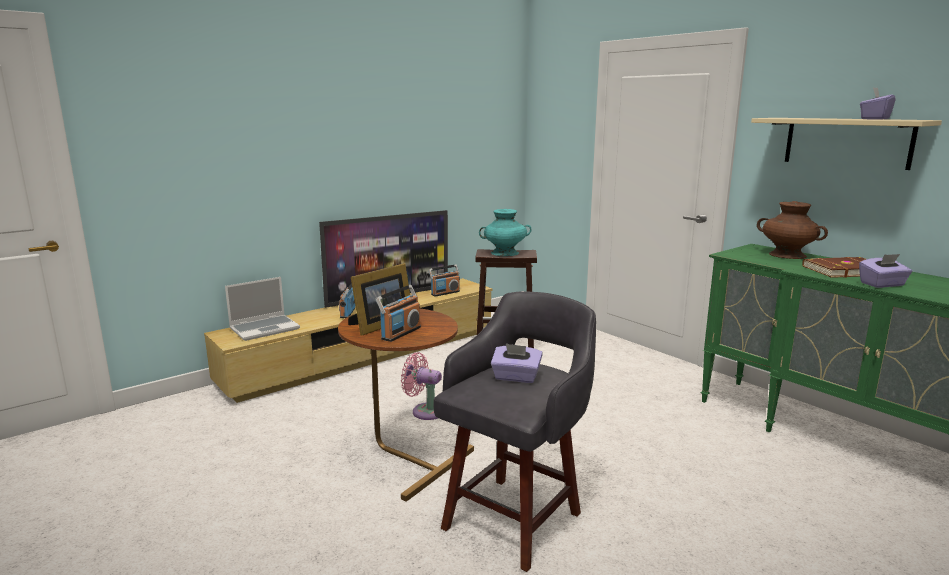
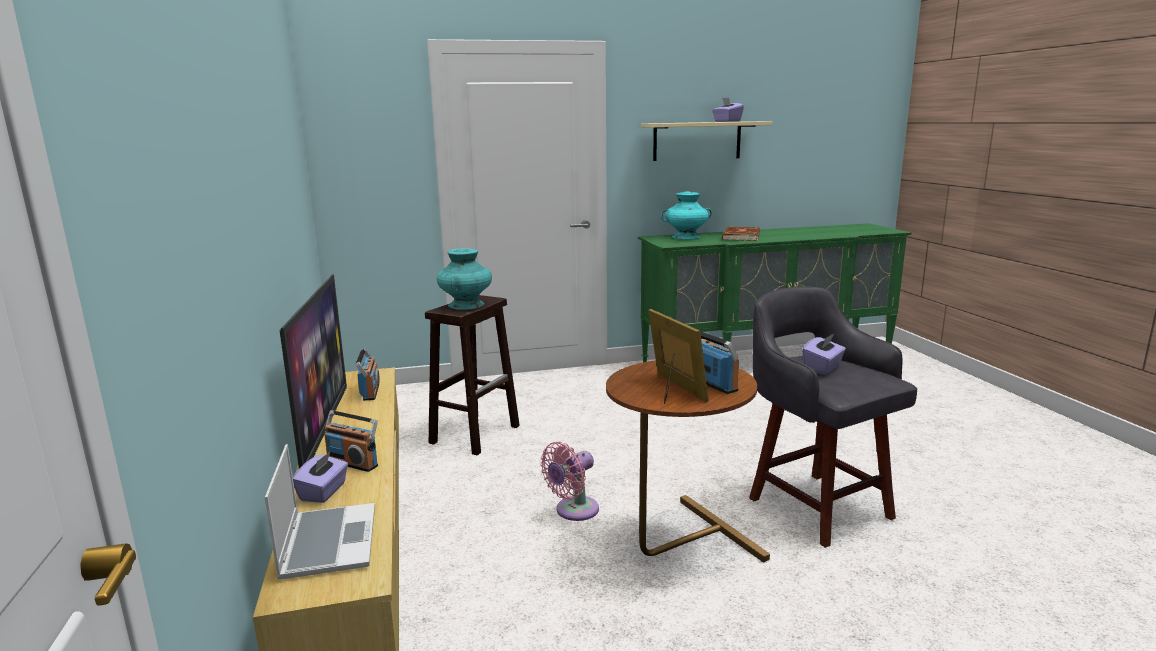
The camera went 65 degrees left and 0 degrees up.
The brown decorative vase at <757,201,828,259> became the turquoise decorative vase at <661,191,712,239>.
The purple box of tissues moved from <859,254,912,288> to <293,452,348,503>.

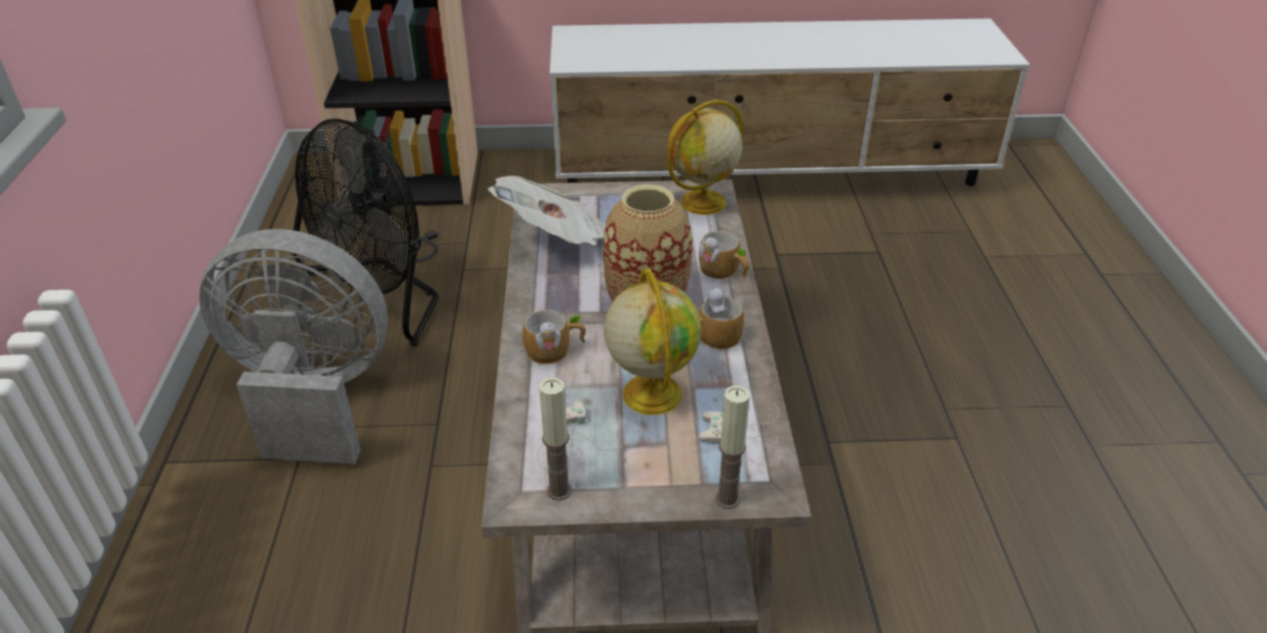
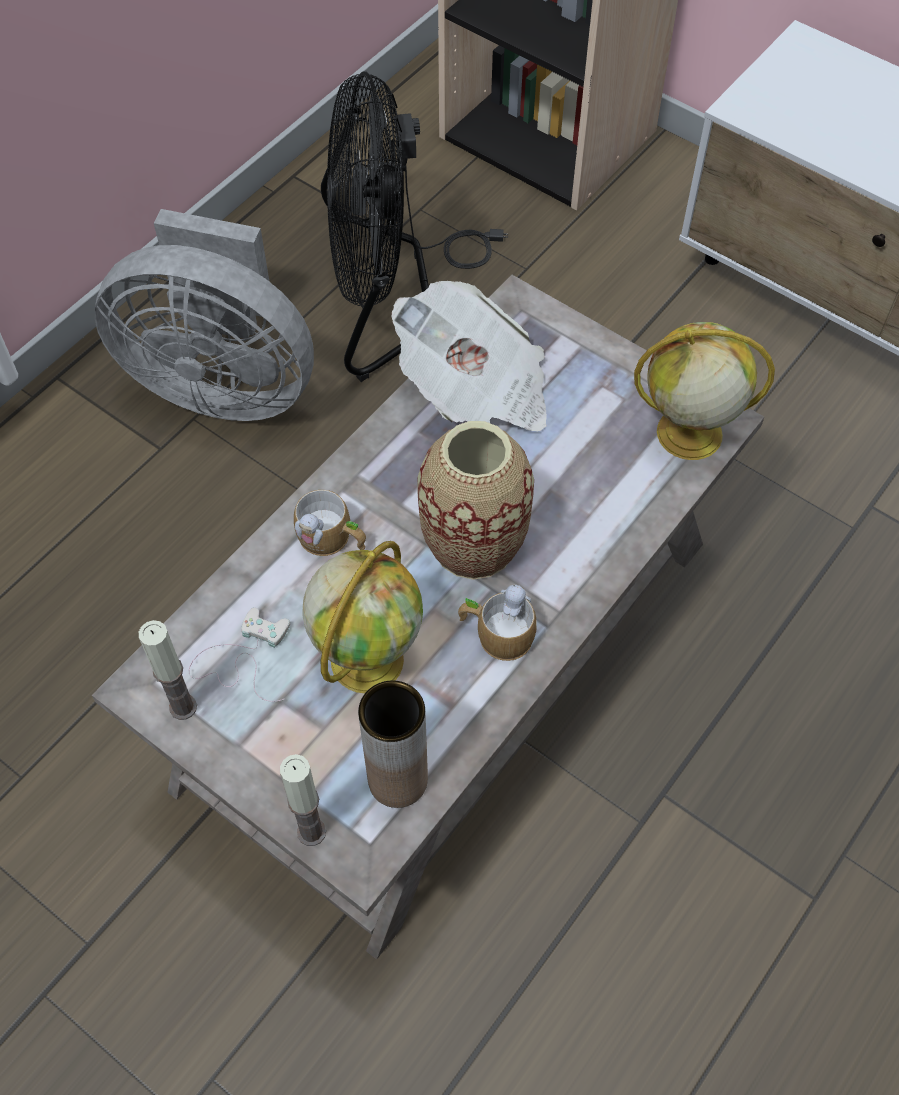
The camera went 40 degrees right and 20 degrees up.
The greyish fan at <200,229,388,464> turned 150 degrees clockwise.
The coffee mug at <699,231,750,279> disappeared.
The white joypad at <699,402,780,466> was replaced by the brown decorative vase at <358,680,428,808>.

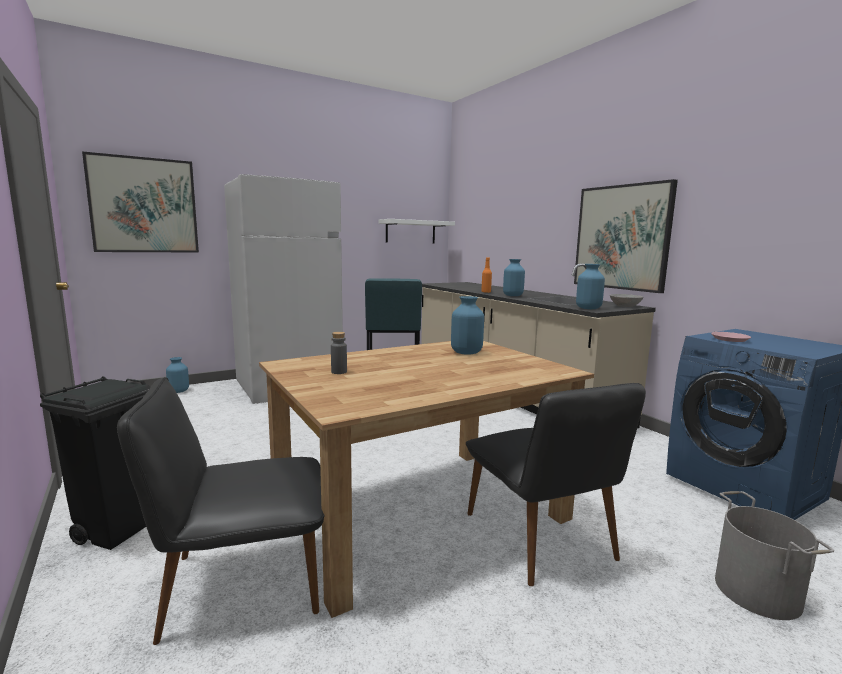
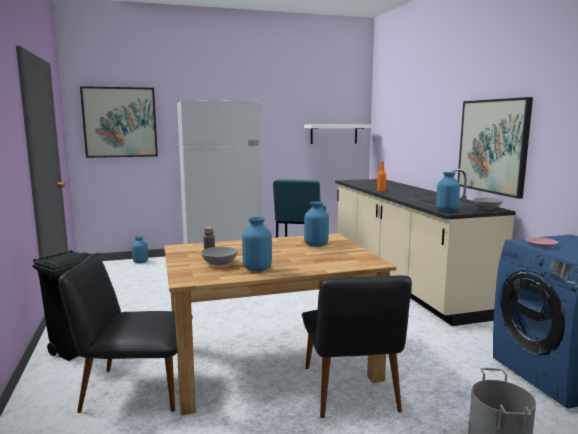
The camera went 15 degrees right and 0 degrees up.
The blue decorative vase moved from <503,259,525,296> to <242,217,272,272>.
The greyish serving bowl at <201,247,238,266> appeared.

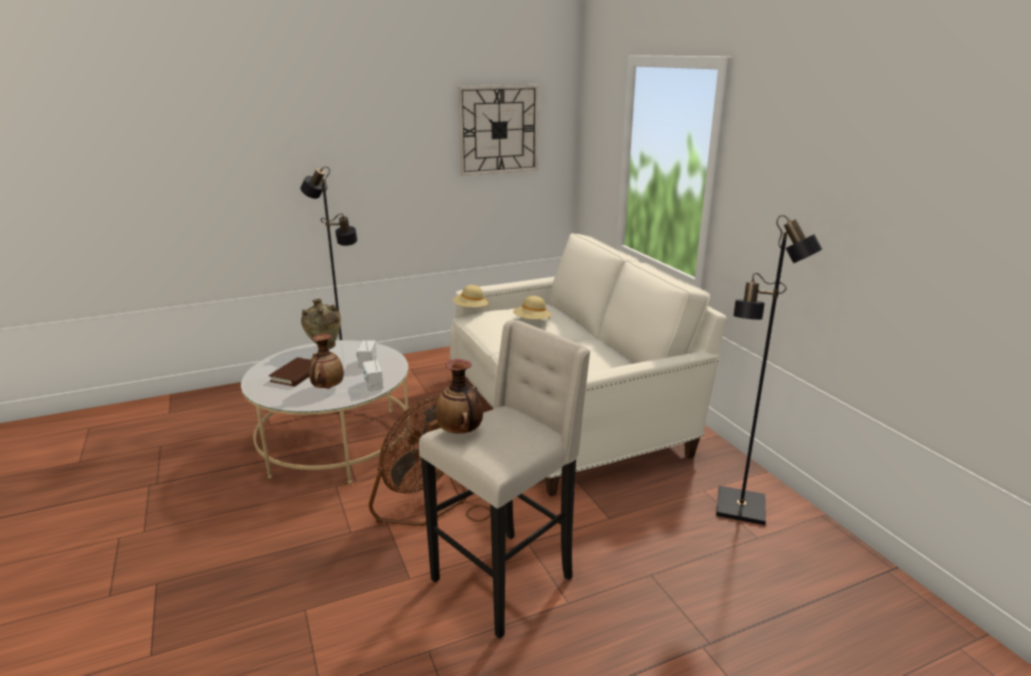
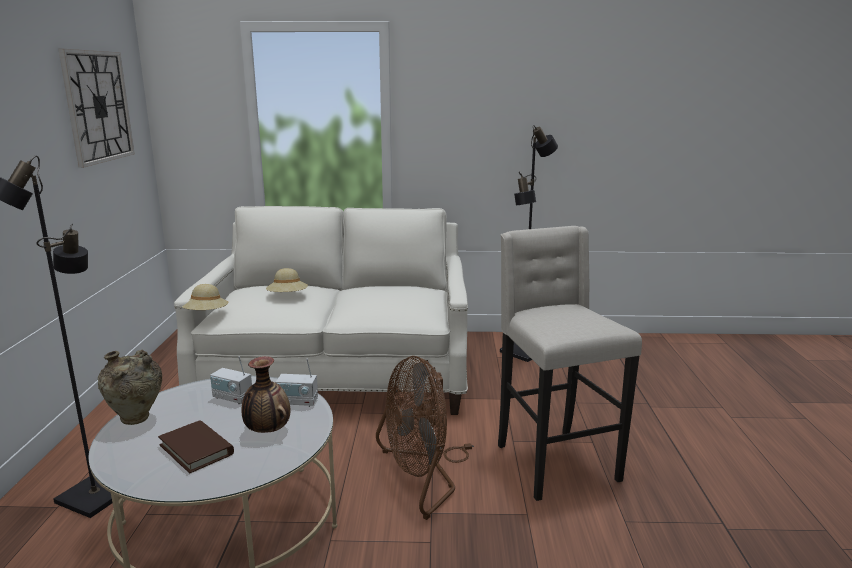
The camera went 65 degrees left and 5 degrees down.
The decorative vase at <436,359,483,434> disappeared.

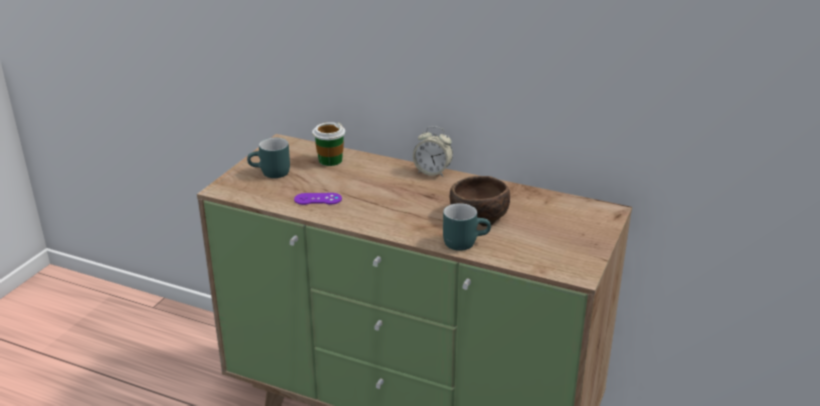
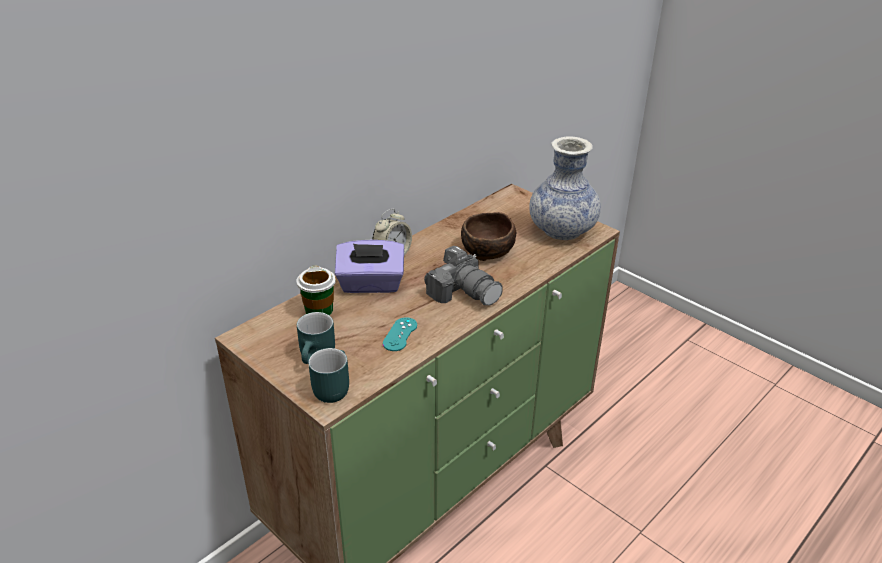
The camera went 70 degrees left and 5 degrees up.
The purple joypad at <294,193,342,205> became the turquoise joypad at <383,317,417,351>.
The turquoise coffee mug moved from <443,203,491,251> to <308,348,349,403>.
The decorative vase at <529,136,601,240> appeared.
The purple box of tissues at <335,240,404,293> appeared.
The still camera at <424,246,503,306> appeared.

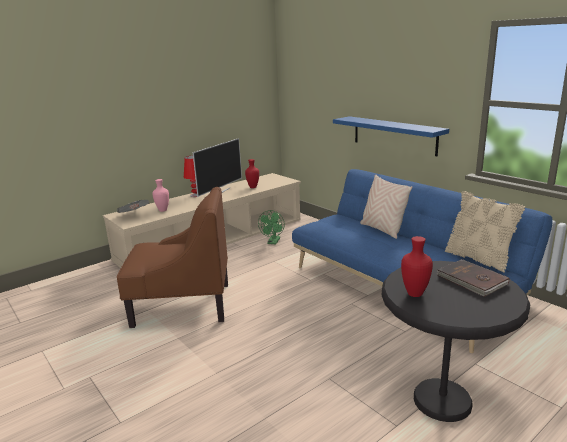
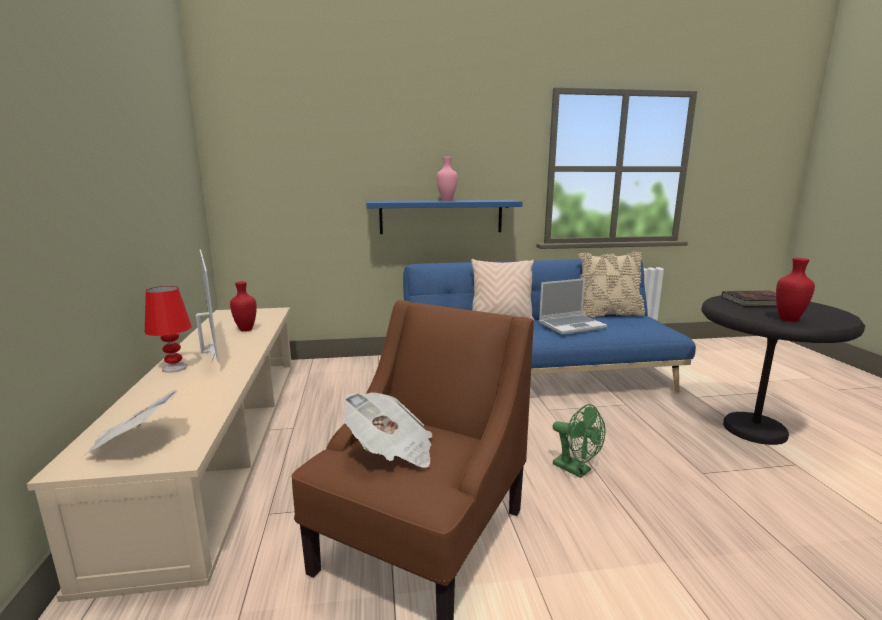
The camera went 60 degrees left and 5 degrees down.
The pink-coloured decorative vase moved from <153,179,169,212> to <437,157,458,201>.
The green fan moved from <258,210,285,244> to <552,404,605,478>.
The portable computer at <539,278,607,335> appeared.
The printed paper at <343,392,432,468> appeared.

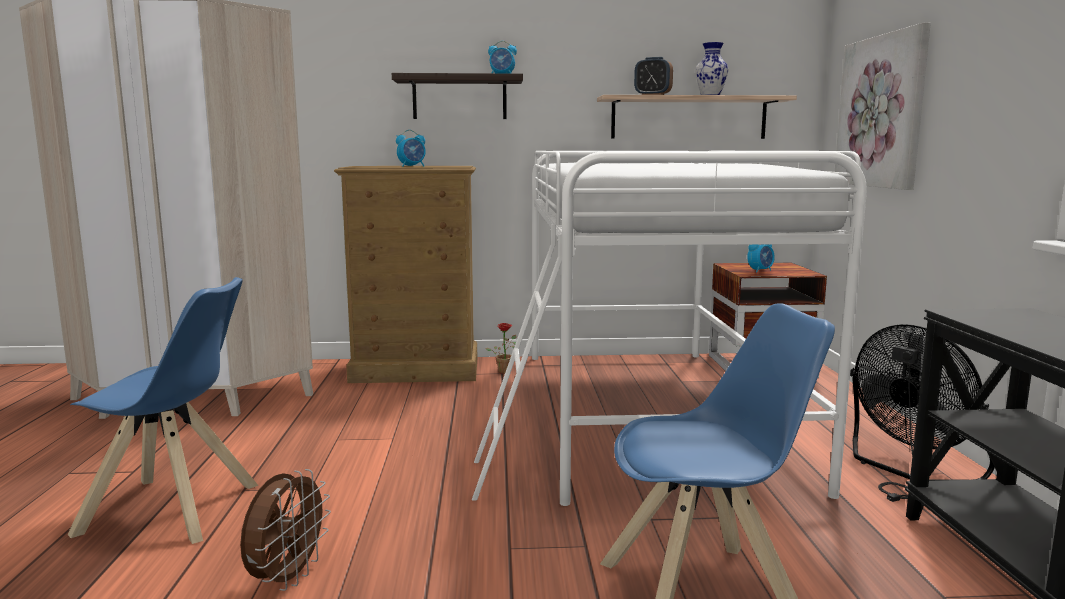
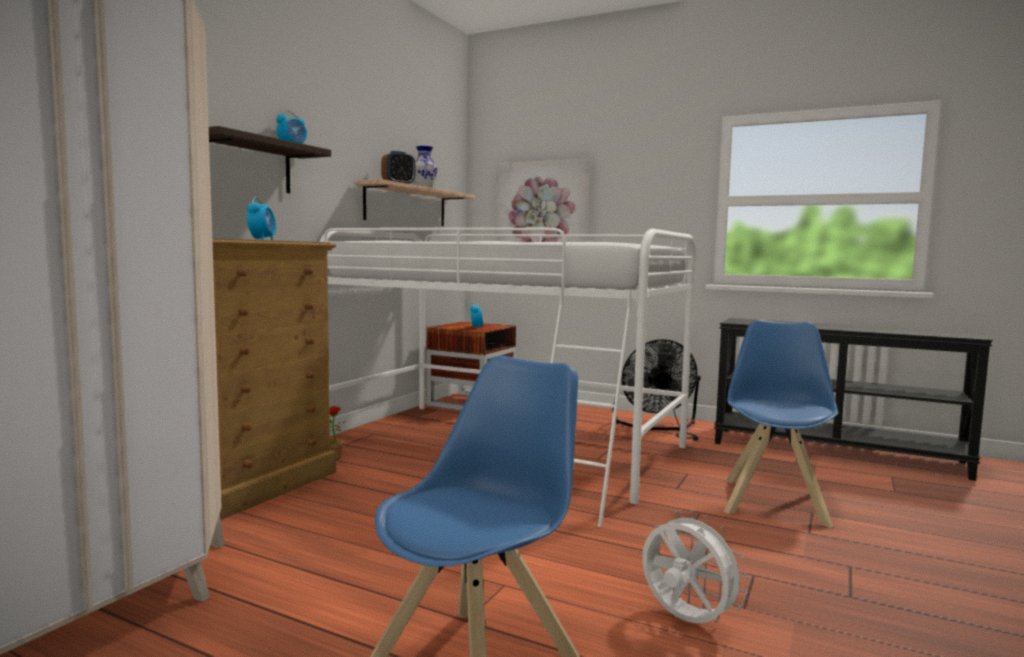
The camera went 60 degrees left and 5 degrees down.
The brown fan at <240,469,331,591> became the white fan at <642,510,749,624>.

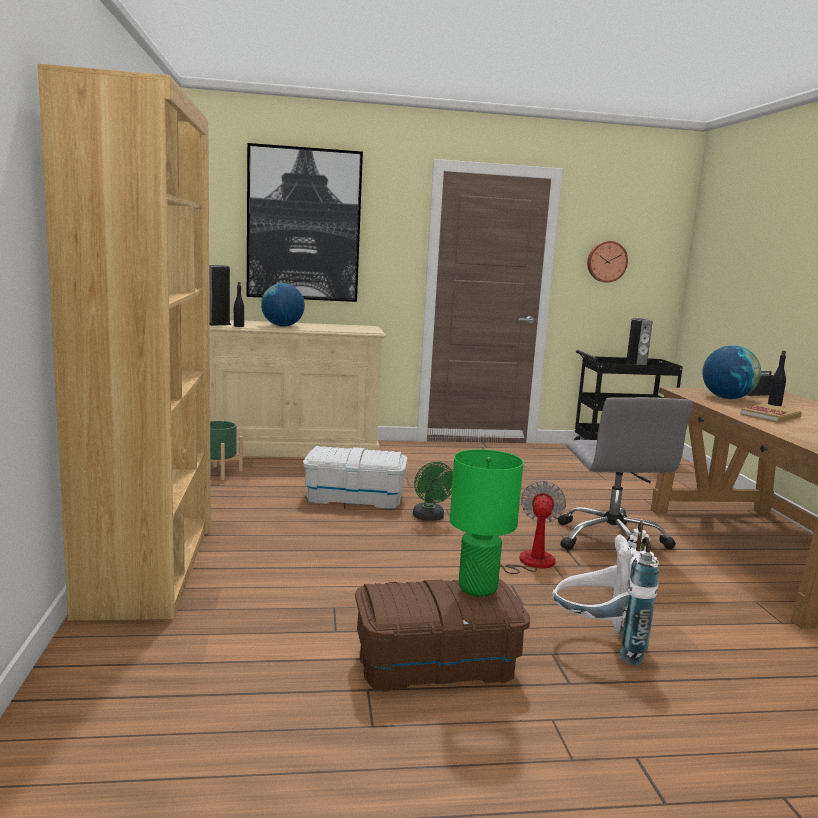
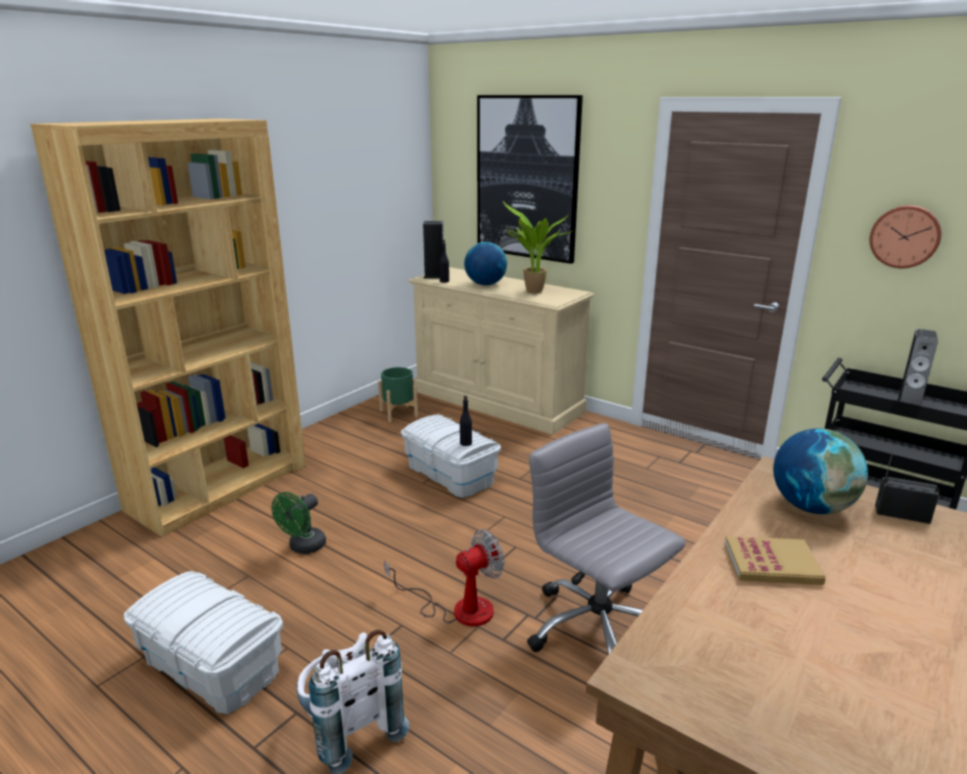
The camera went 45 degrees right and 10 degrees up.
The blackish beverage bottle moved from <768,351,786,406> to <460,395,472,446>.
The greyish desk chair at <558,397,693,550> turned 105 degrees clockwise.
The green table lamp at <450,449,523,597> disappeared.
The green fan moved from <413,462,453,521> to <271,492,326,554>.
The brown storage box at <355,579,530,692> became the white storage box at <124,571,283,714>.
The plant in a pot at <503,201,575,293> appeared.

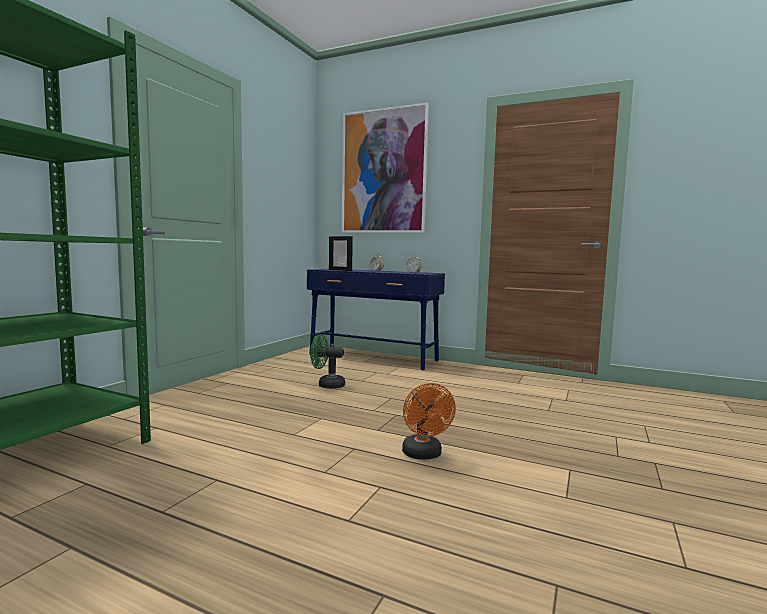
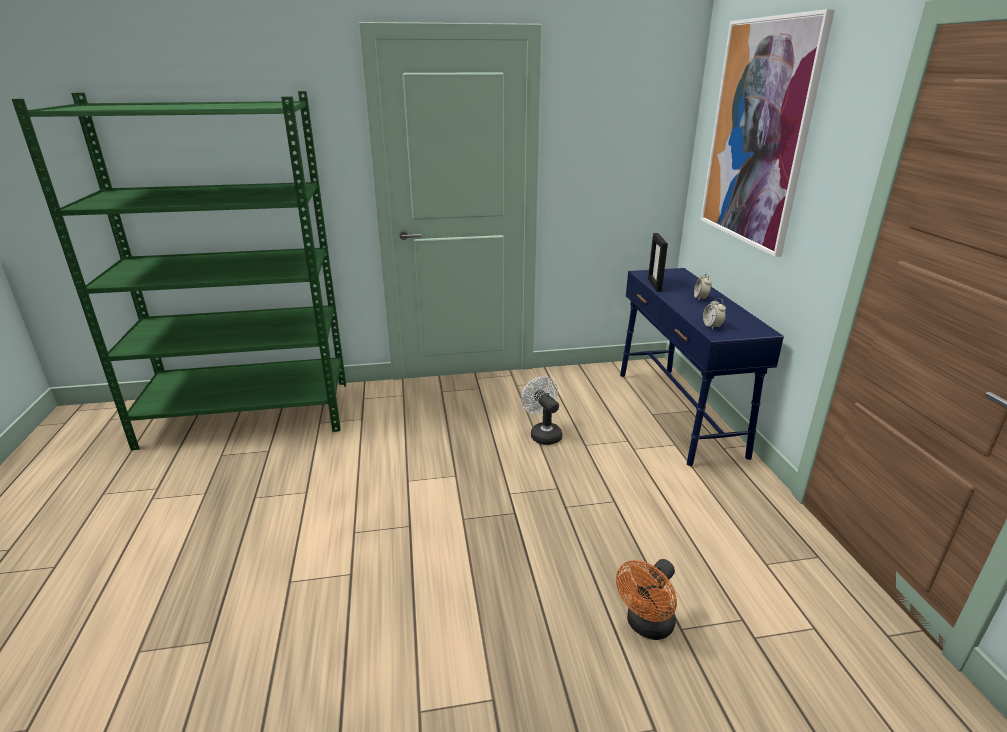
The camera went 55 degrees right and 20 degrees up.
The green fan at <310,334,345,389> became the white fan at <521,376,562,445>.
The orange fan moved from <402,383,456,460> to <616,559,677,640>.

